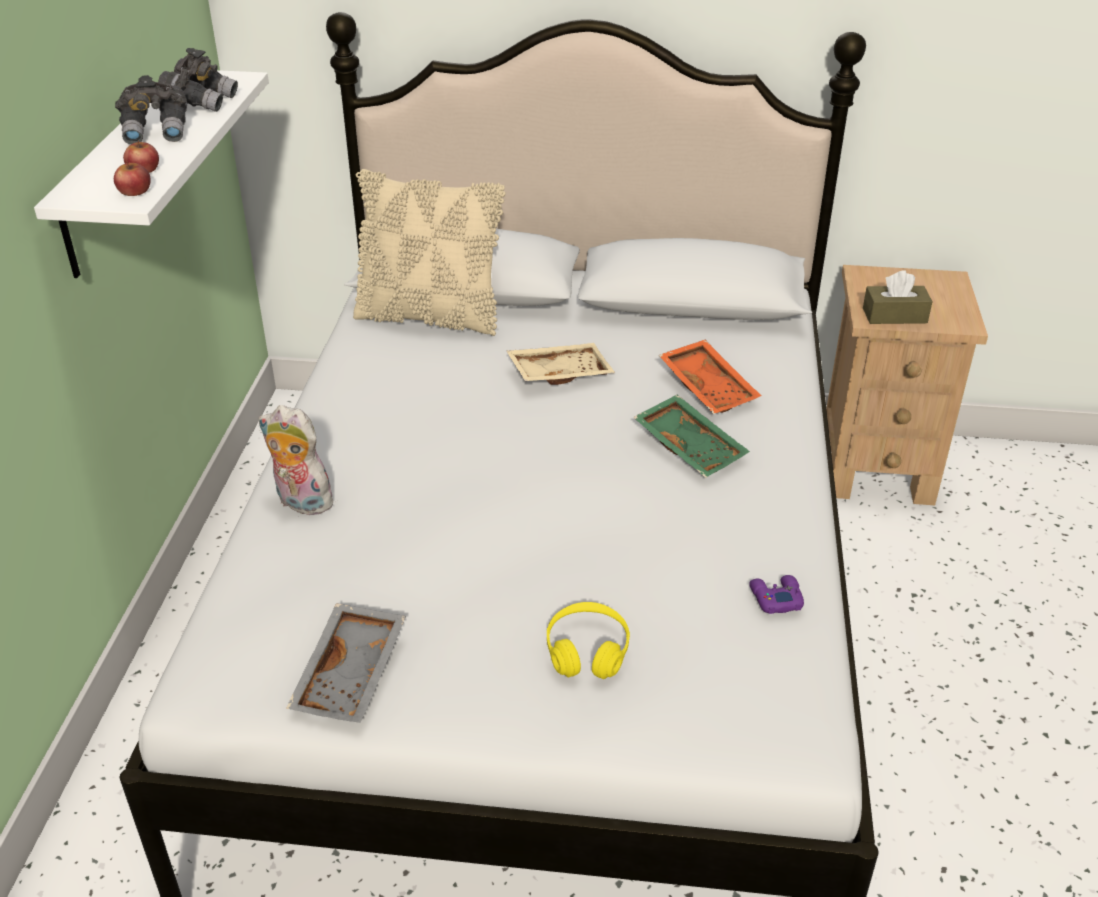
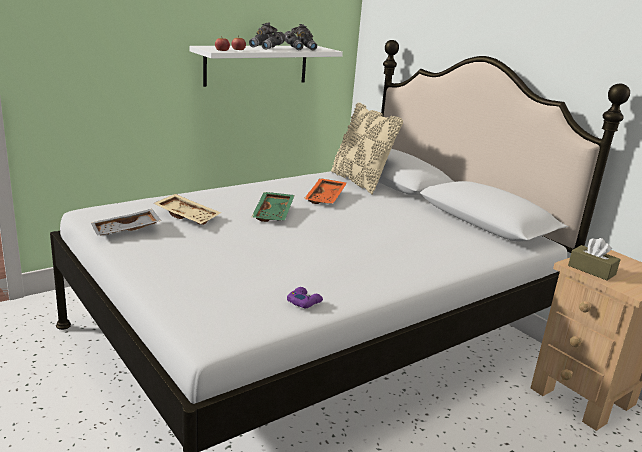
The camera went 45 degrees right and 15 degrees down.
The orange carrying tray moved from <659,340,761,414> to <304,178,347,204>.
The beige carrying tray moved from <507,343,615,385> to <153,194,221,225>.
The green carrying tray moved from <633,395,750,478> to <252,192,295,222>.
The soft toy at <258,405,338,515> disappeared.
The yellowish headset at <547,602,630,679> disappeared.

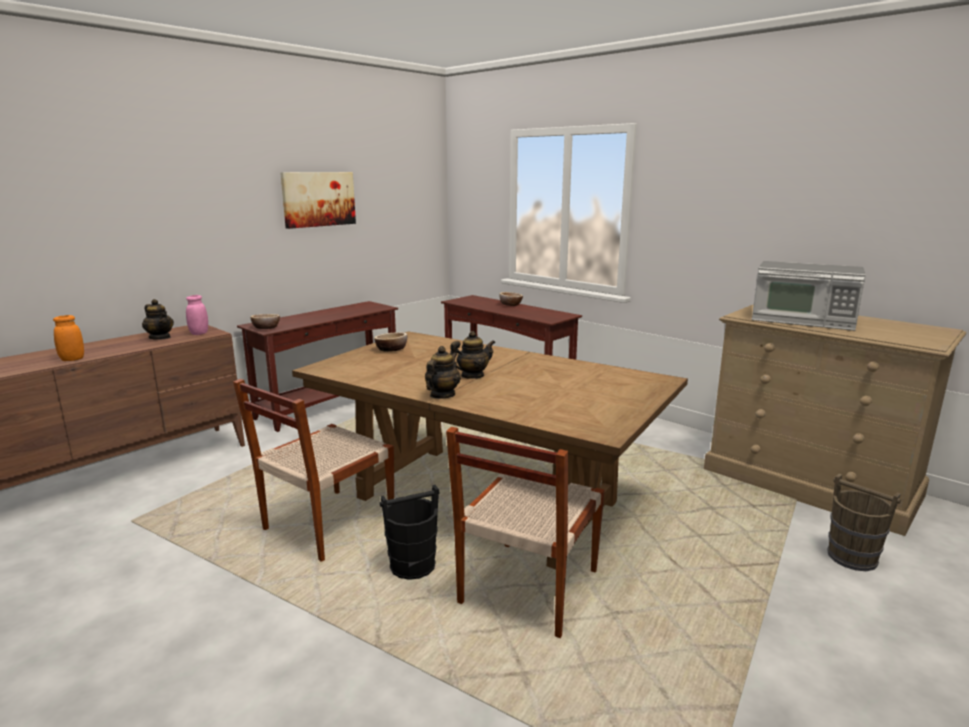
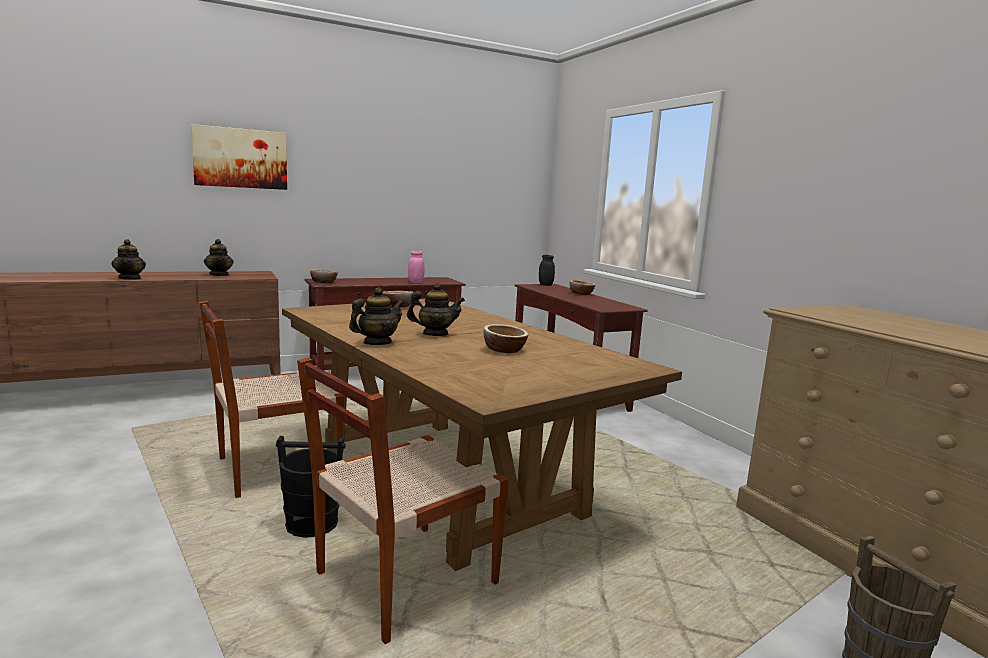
The camera went 20 degrees right and 5 degrees down.
The wall picture moved from <280,172,356,229> to <191,124,287,190>.
The kitchen microwave at <752,261,866,331> disappeared.
The pink-coloured preserve jar moved from <186,295,208,335> to <408,251,425,283>.
The orange preserve jar at <53,315,84,361> was replaced by the tea pot at <111,239,146,280>.
The blackish preserve jar at <539,255,555,286> appeared.
The serving bowl at <483,324,528,353> appeared.

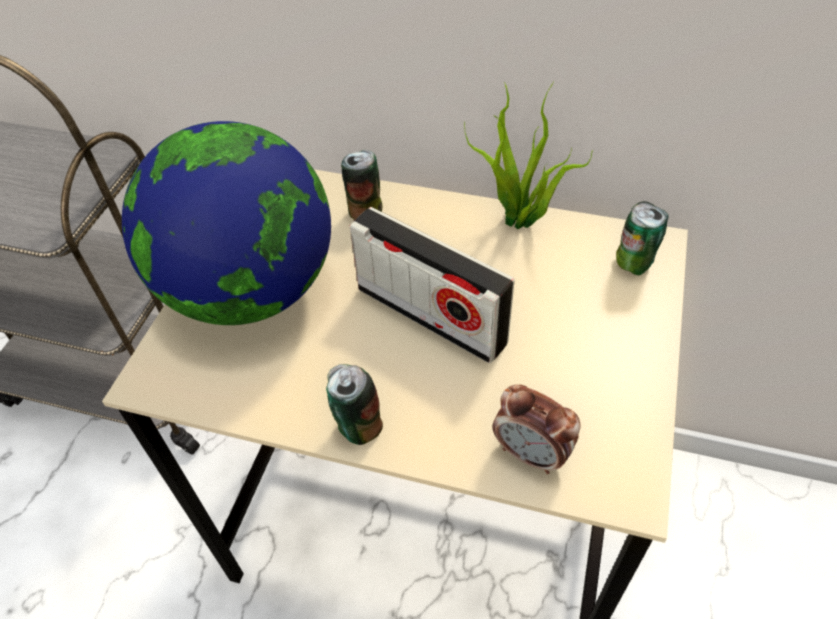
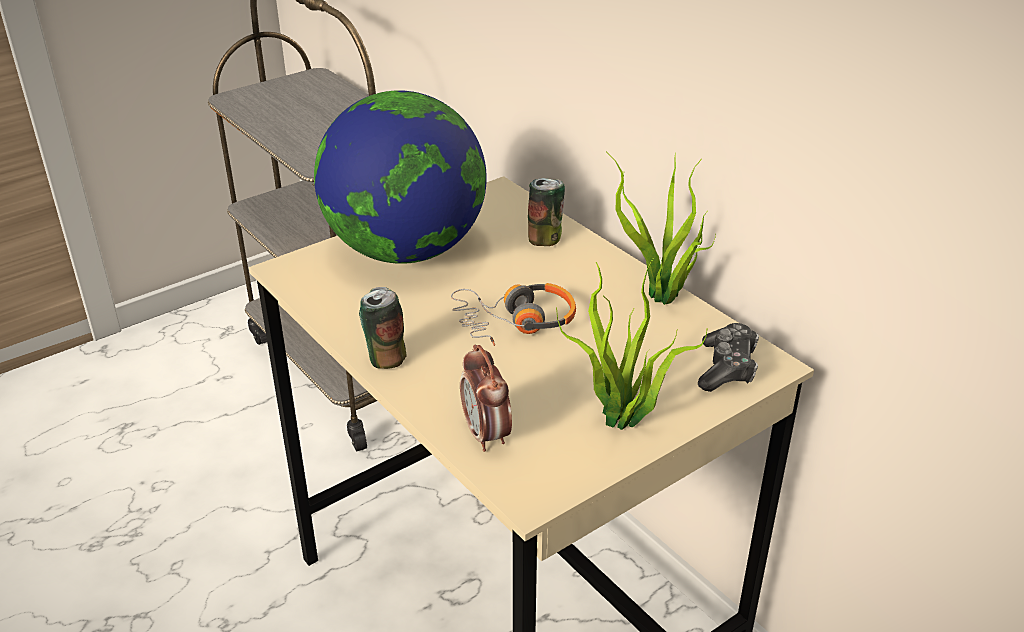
The camera went 35 degrees right and 15 degrees down.
The can at <616,201,669,275> was replaced by the joypad at <698,323,759,392>.
The radio set at <350,207,515,363> was replaced by the headset at <451,283,576,346>.
The plant in a pot at <556,258,708,430> appeared.

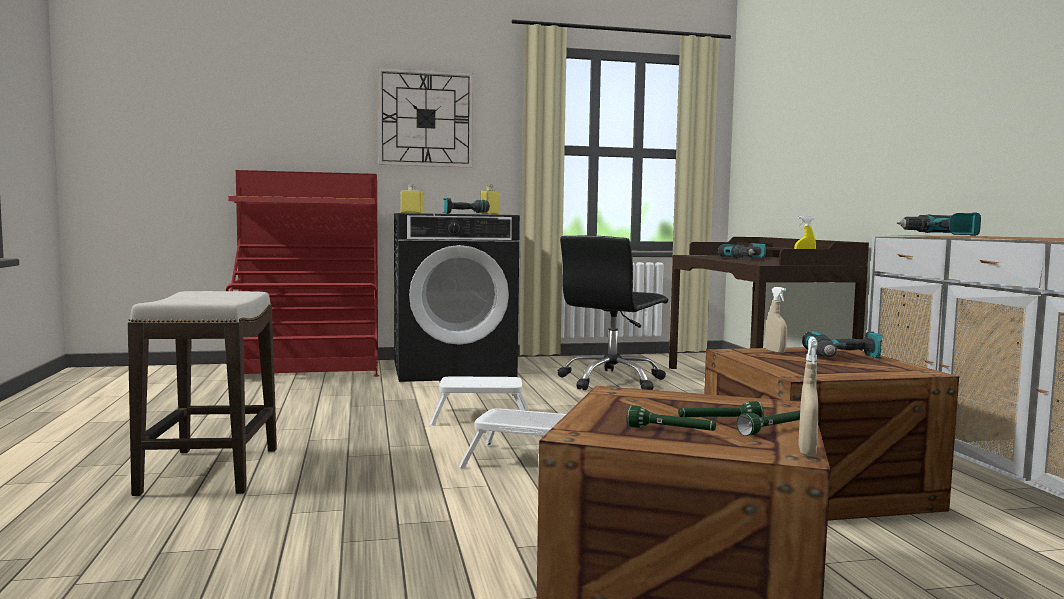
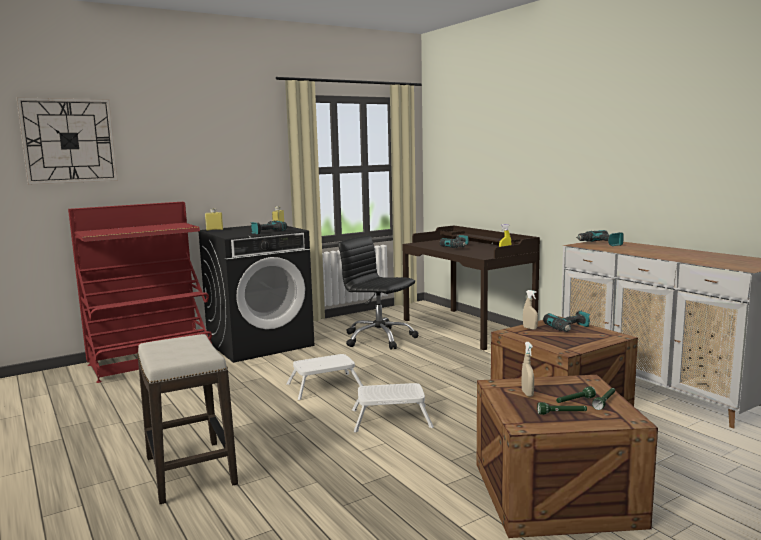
The camera went 20 degrees left and 5 degrees up.
The clock on the wall moved from <378,68,473,168> to <17,97,118,185>.
The blackish desk chair at <557,235,668,390> turned 105 degrees clockwise.
The beige hand sprayer moved from <798,337,818,456> to <522,342,534,397>.

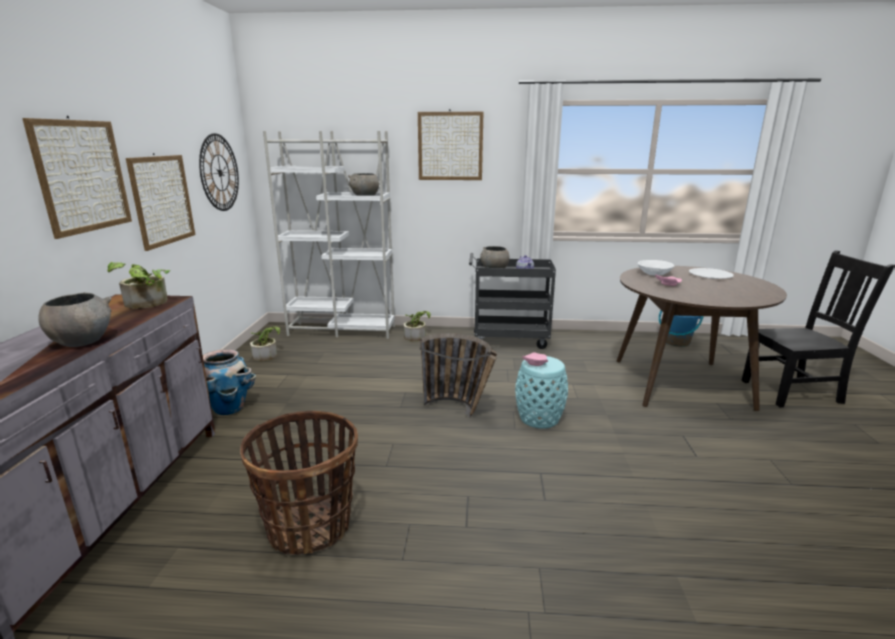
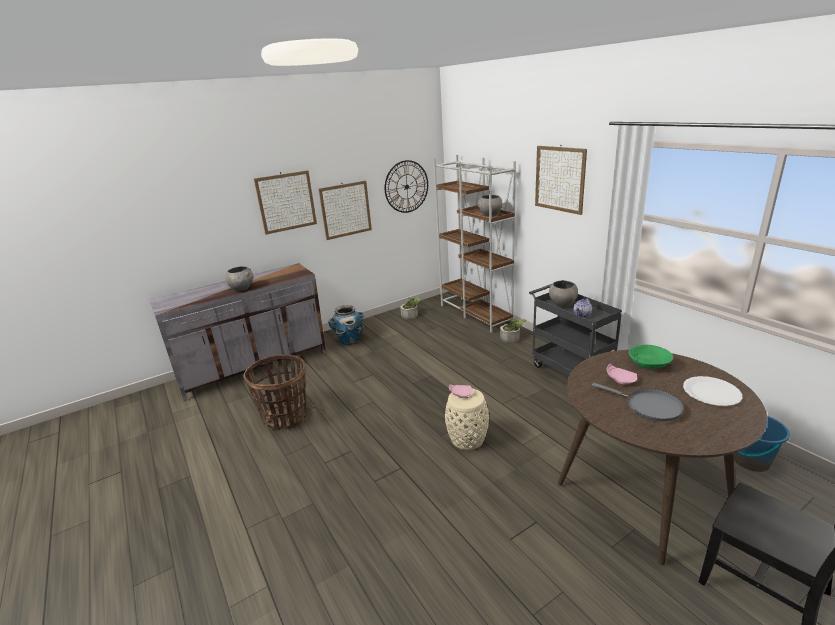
The camera went 55 degrees right and 5 degrees up.
The white bookcase at <263,131,395,339> became the brown bookcase at <433,155,516,333>.
The white serving bowl at <638,260,674,276> became the green serving bowl at <629,344,673,369>.
The plant in a pot at <108,262,170,309> disappeared.
The storage basket at <420,333,497,418> disappeared.
The turquoise stool at <515,356,568,429> became the beige stool at <445,388,489,450>.
The greyish frying pan at <592,383,684,422> appeared.

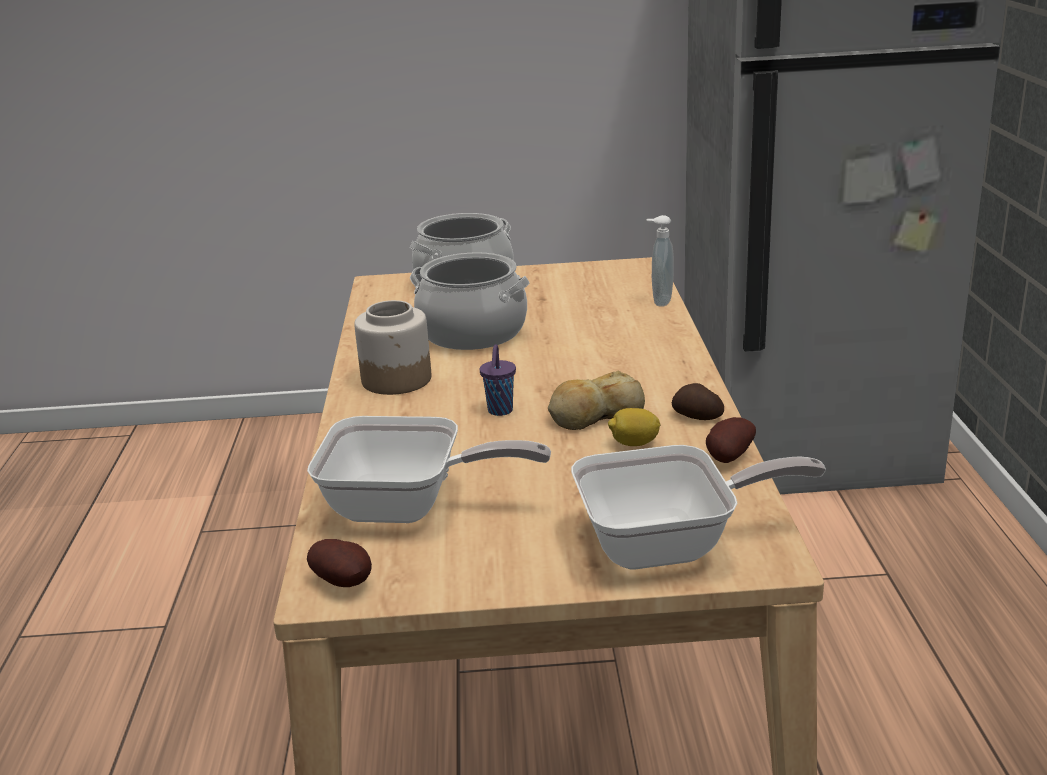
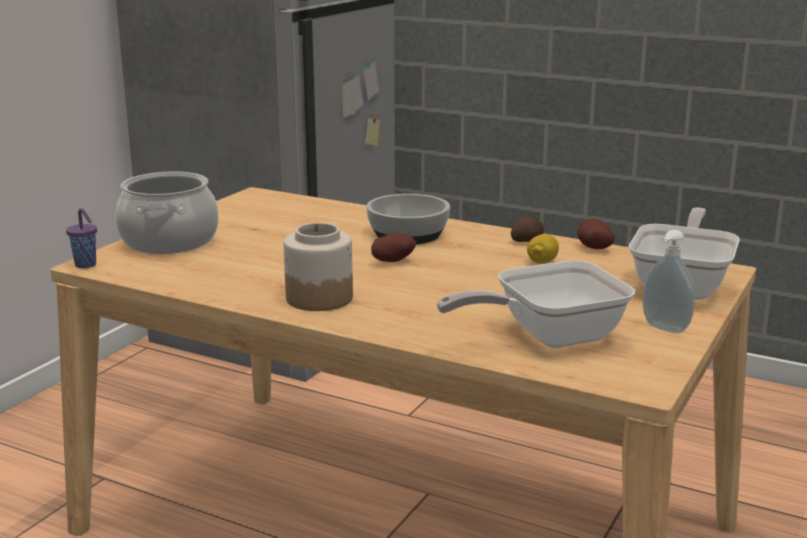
The camera went 60 degrees left and 5 degrees down.
The soap bottle moved from <647,215,674,307> to <643,230,695,333>.
The saucepot at <410,252,530,350> disappeared.
The purple small cup moved from <480,344,516,416> to <66,208,97,268>.
The baked bread at <548,370,645,430> disappeared.
The frying pan at <307,416,551,523> turned 150 degrees counterclockwise.
The whole potato moved from <307,539,372,587> to <371,232,416,262>.
The serving bowl at <366,194,450,244> appeared.

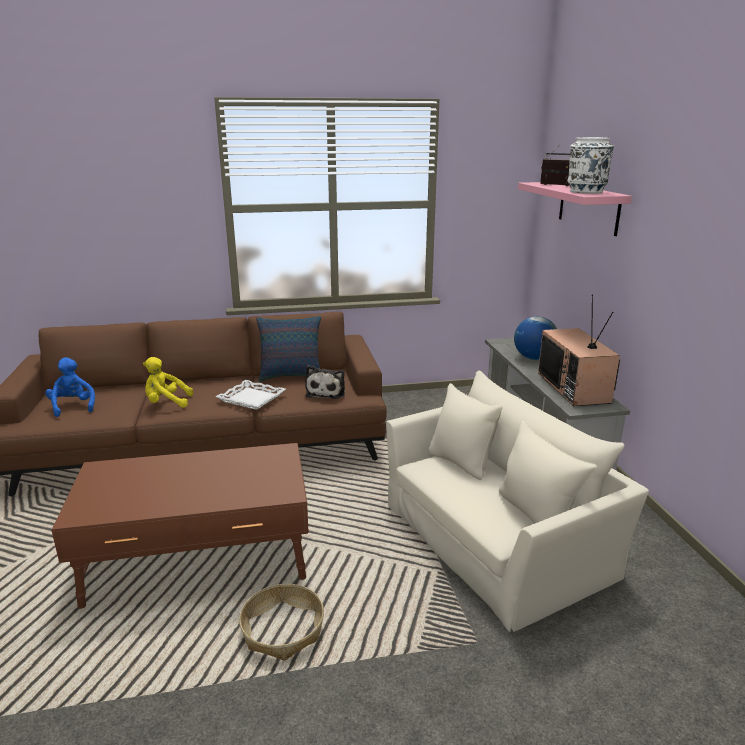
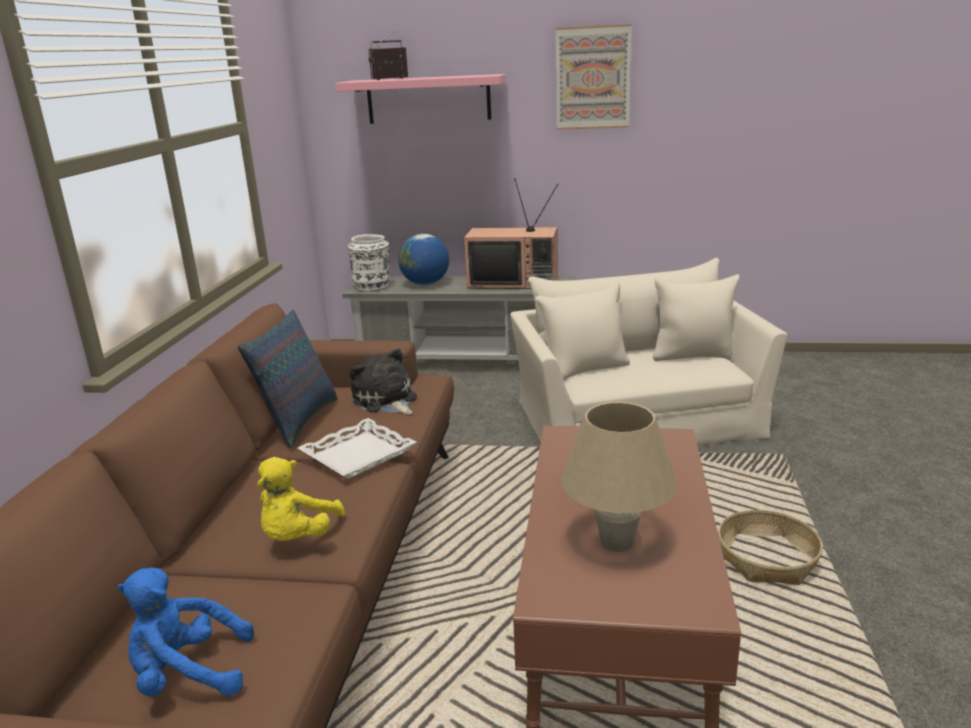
The camera went 70 degrees left and 0 degrees up.
The white decorative vase moved from <567,137,614,194> to <348,234,390,291>.
The soft toy at <305,365,345,399> turned 150 degrees counterclockwise.
The wall picture at <556,24,632,130> appeared.
The beige table lamp at <561,401,677,552> appeared.

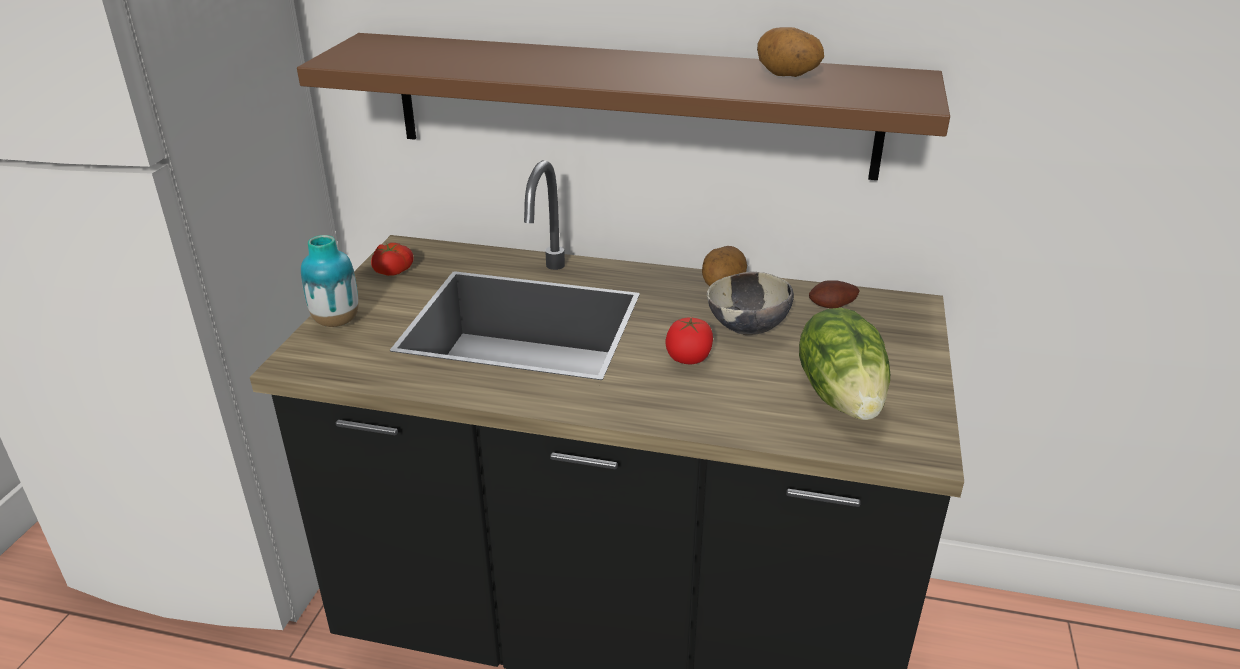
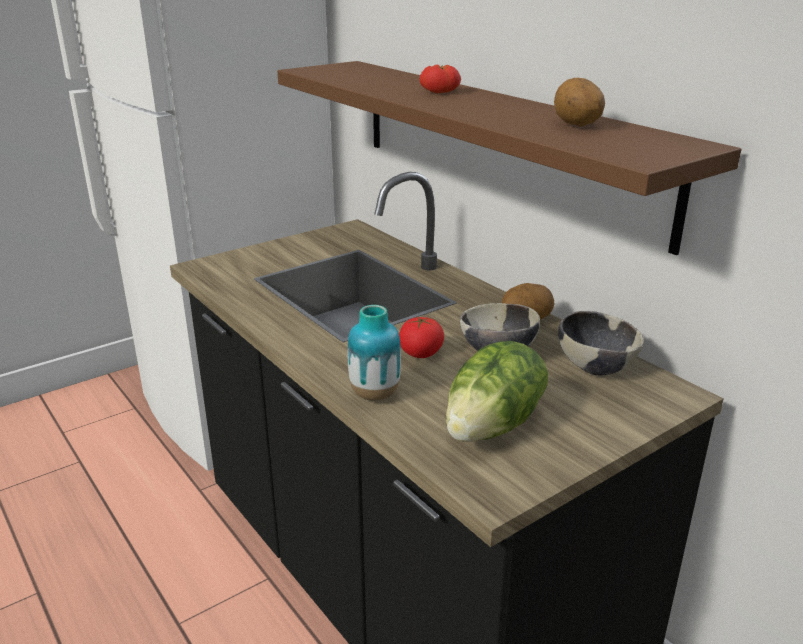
The camera went 40 degrees right and 5 degrees down.
The decorative vase moved from <301,235,358,327> to <348,305,401,401>.
The tomato moved from <371,243,414,276> to <419,65,461,93>.
The whole potato at <809,280,860,308> was replaced by the serving bowl at <558,311,644,376>.

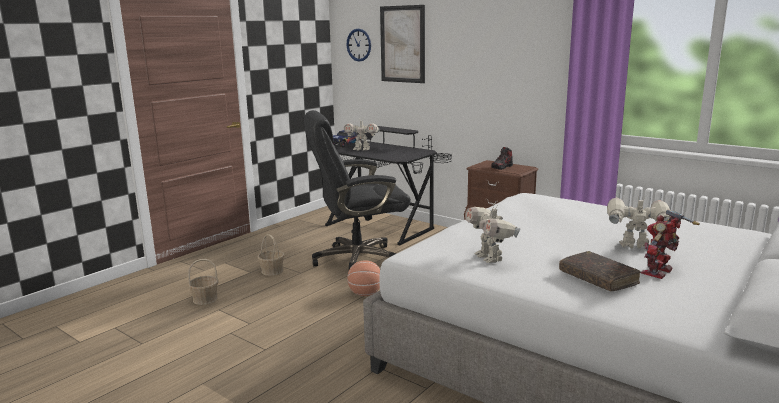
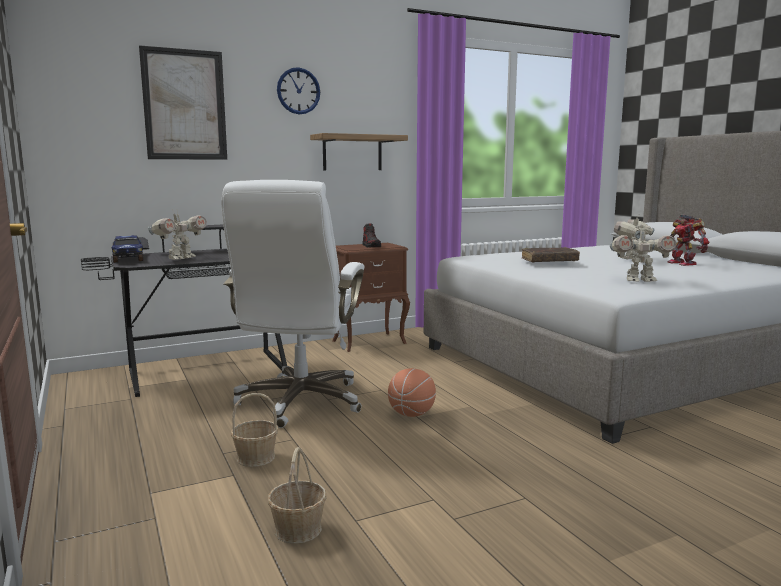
The camera went 65 degrees left and 5 degrees down.
The clock on the wall moved from <347,29,371,61> to <277,67,320,114>.
The blackish desk chair at <304,110,411,269> became the white desk chair at <222,180,364,428>.
The brown bound book moved from <559,251,641,291> to <522,247,580,263>.
The wall shelf at <310,133,408,170> appeared.

